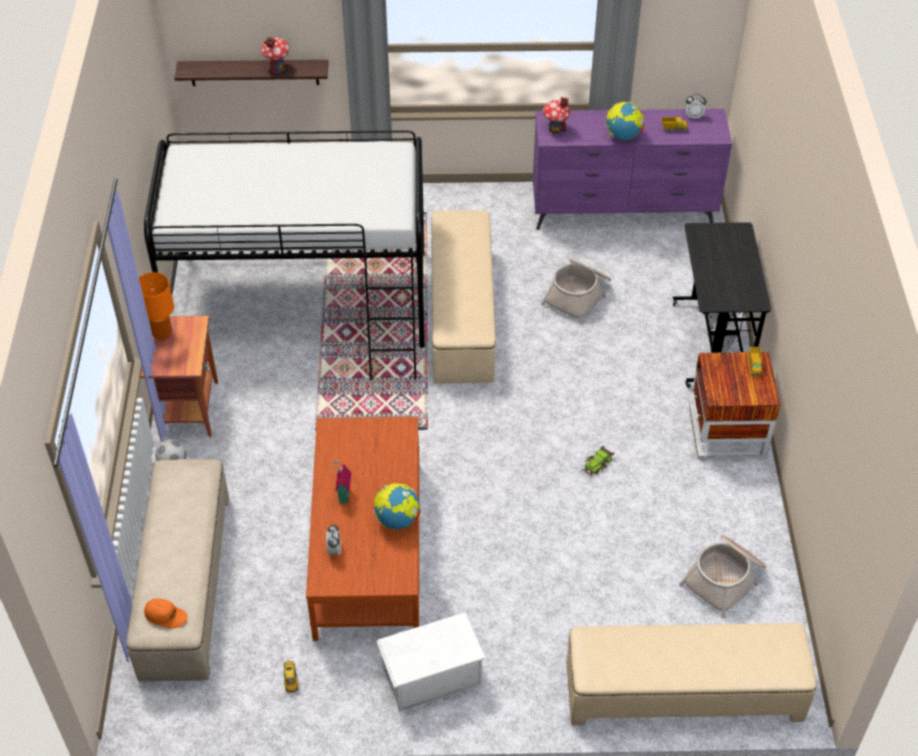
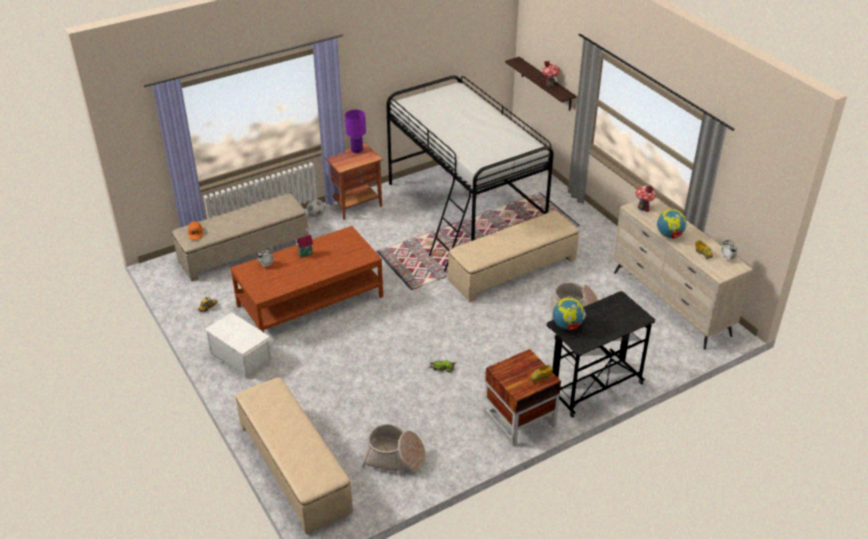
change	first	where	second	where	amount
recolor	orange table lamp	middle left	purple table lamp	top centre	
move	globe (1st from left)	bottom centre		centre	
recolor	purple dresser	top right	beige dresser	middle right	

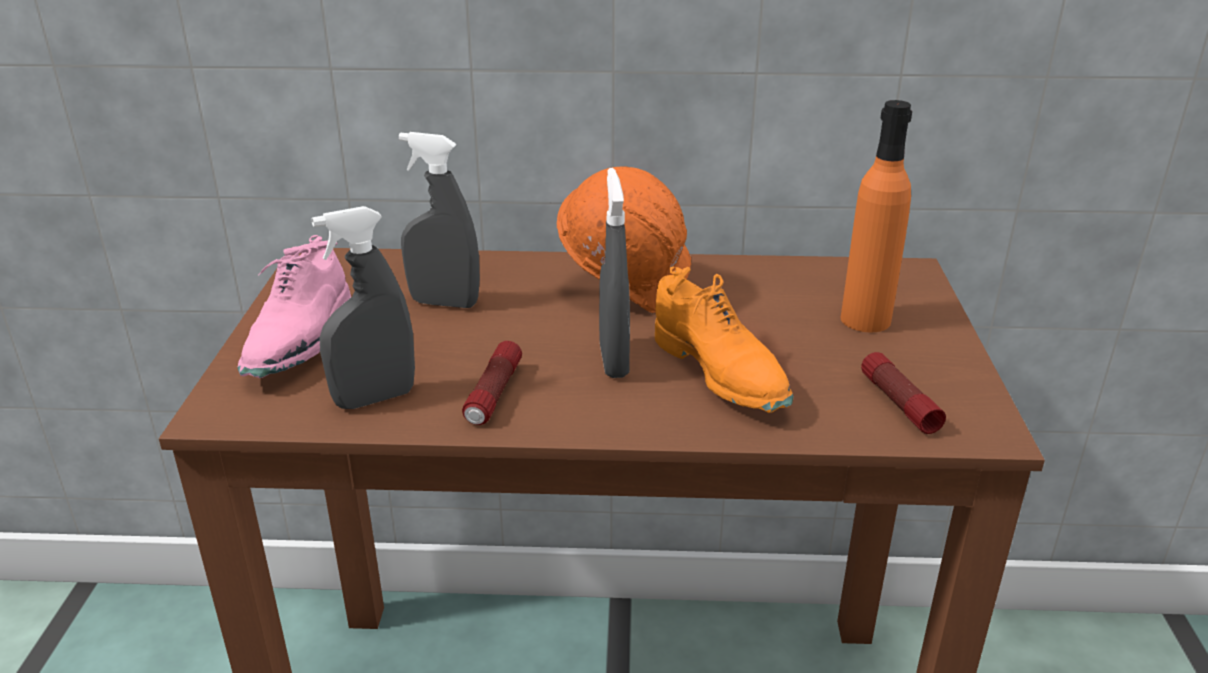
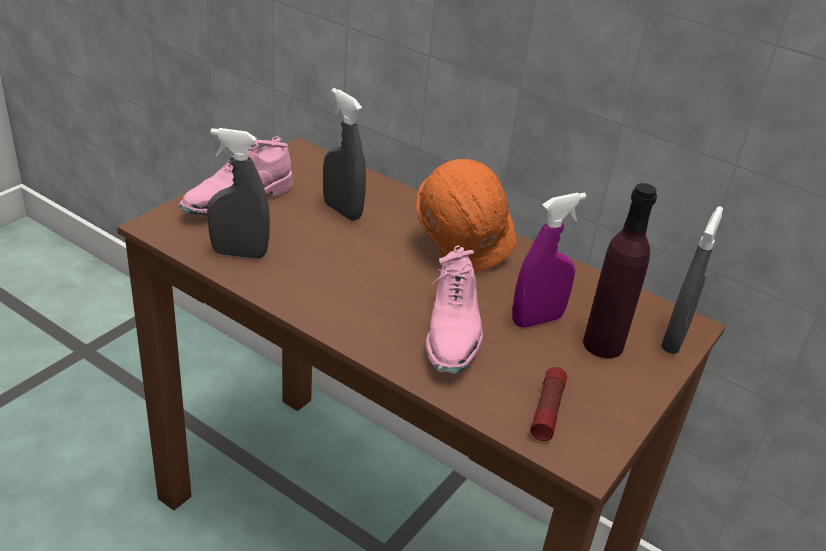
change	first	where	second	where	amount
recolor	orange shoe	centre	pink shoe (2nd from left)	centre	
insert			purple spray bottle	centre	
recolor	orange bottle	top right	purple bottle	middle right	
move	grey spray bottle (3rd from left)	centre		middle right	
delete	flashlight (1st from left)	centre			

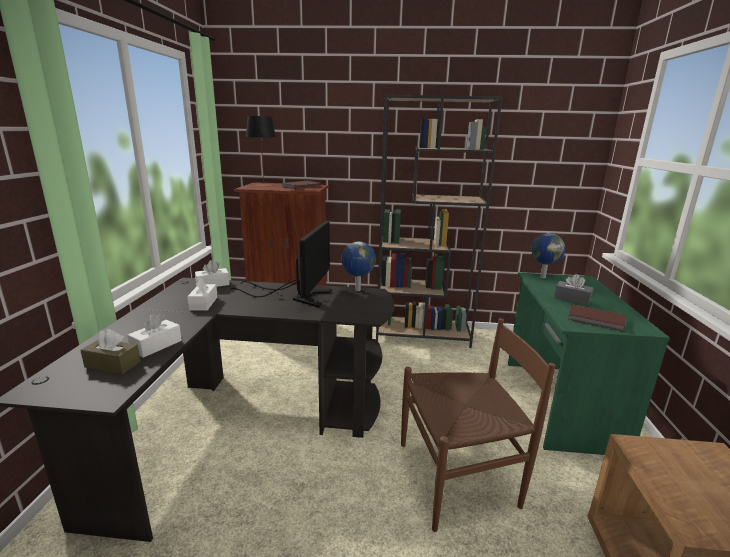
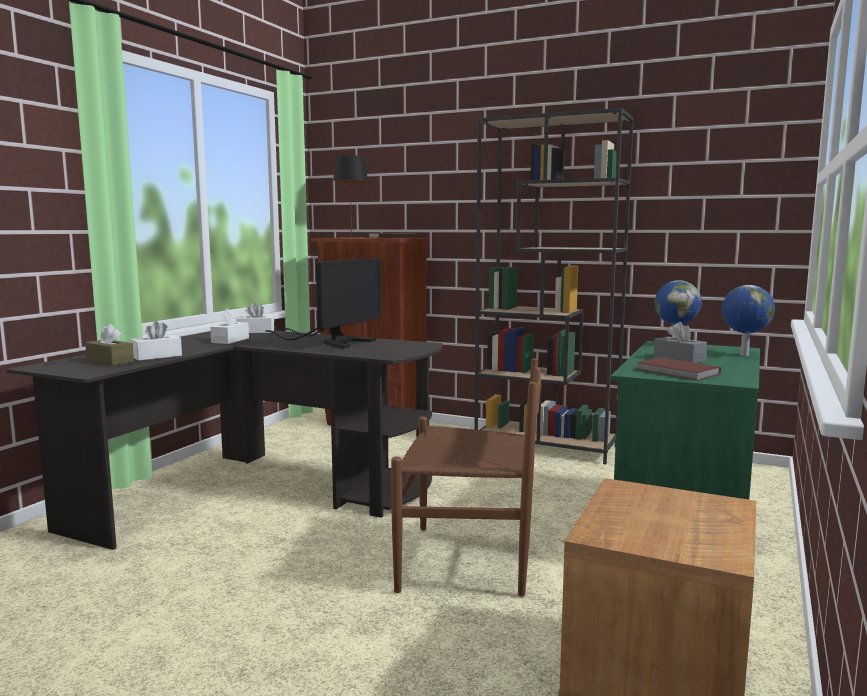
change	first	where	second	where	amount
move	globe (1st from left in the first image)	centre	globe (2nd from left)	middle right	

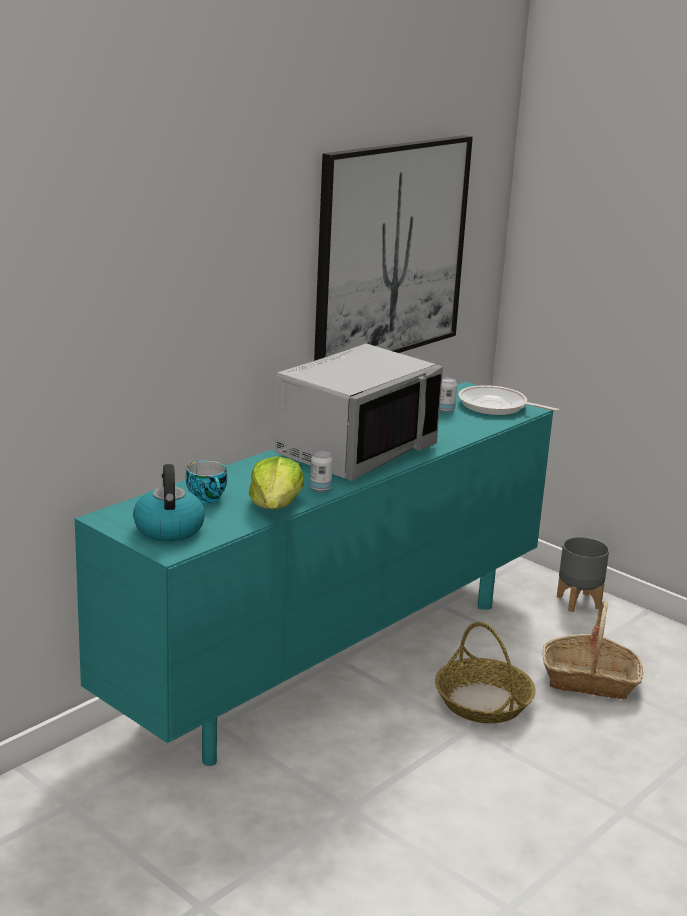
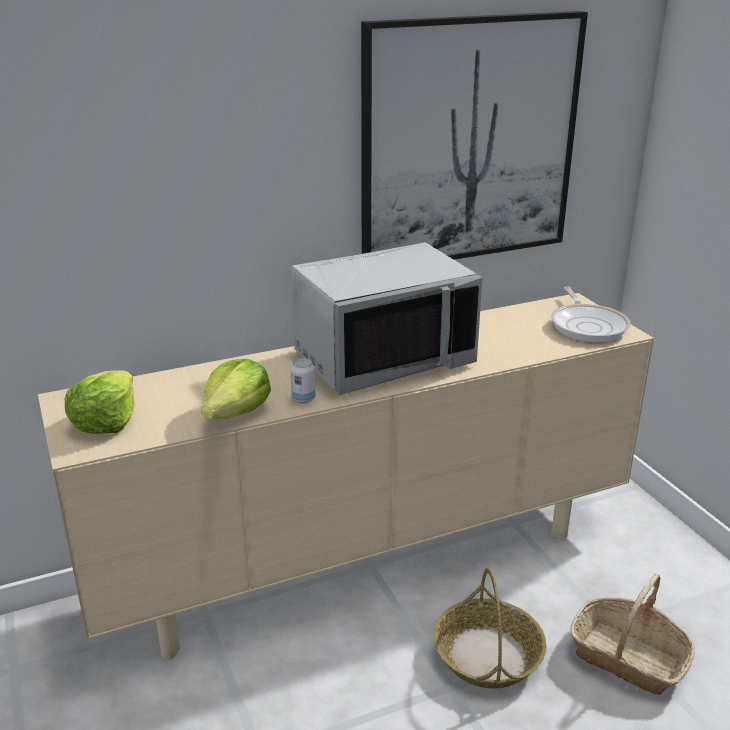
change	first	where	second	where	amount
recolor	turquoise cabinet	centre	beige cabinet	centre	
replace	kettle	middle left	lettuce (1st from left)	middle left	
rotate	frying pan	middle right		middle right	150 degrees counterclockwise
delete	cup	middle left			
delete	can (2nd from left)	centre			
delete	grey planter	middle right			

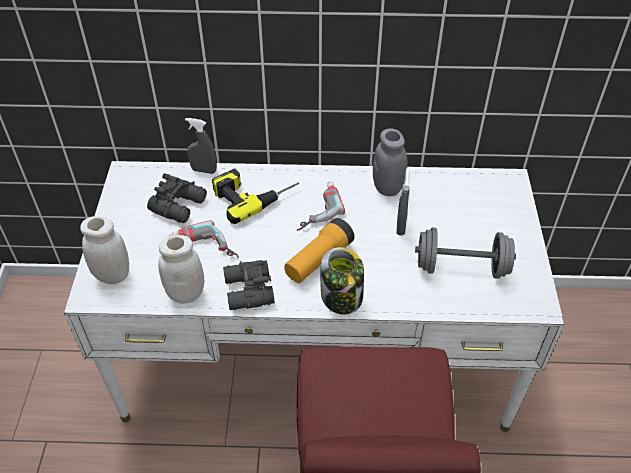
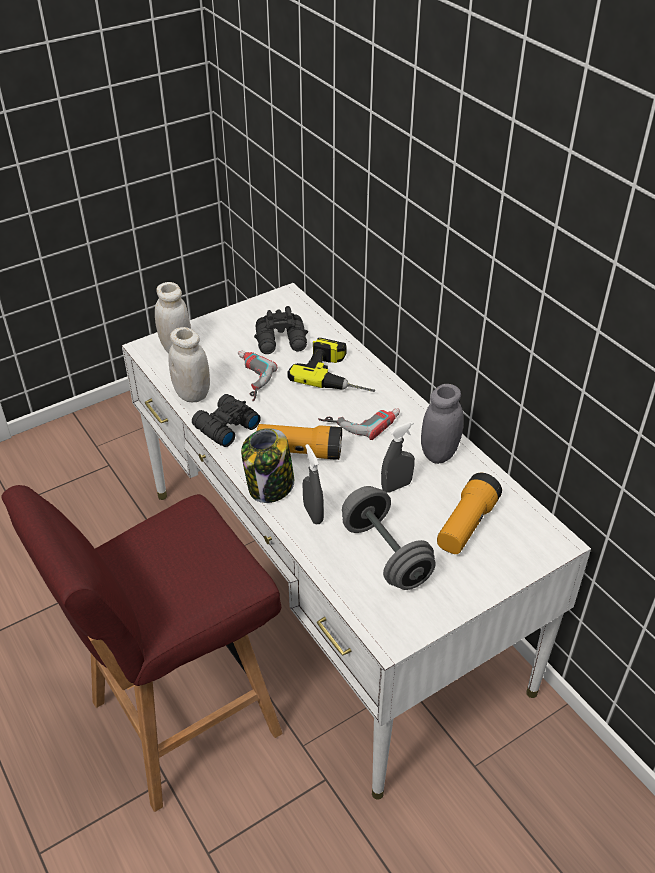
change	first	where	second	where	amount
move	grey spray bottle (1st from left)	top left		centre	
insert			flashlight (2nd from left)	middle right	

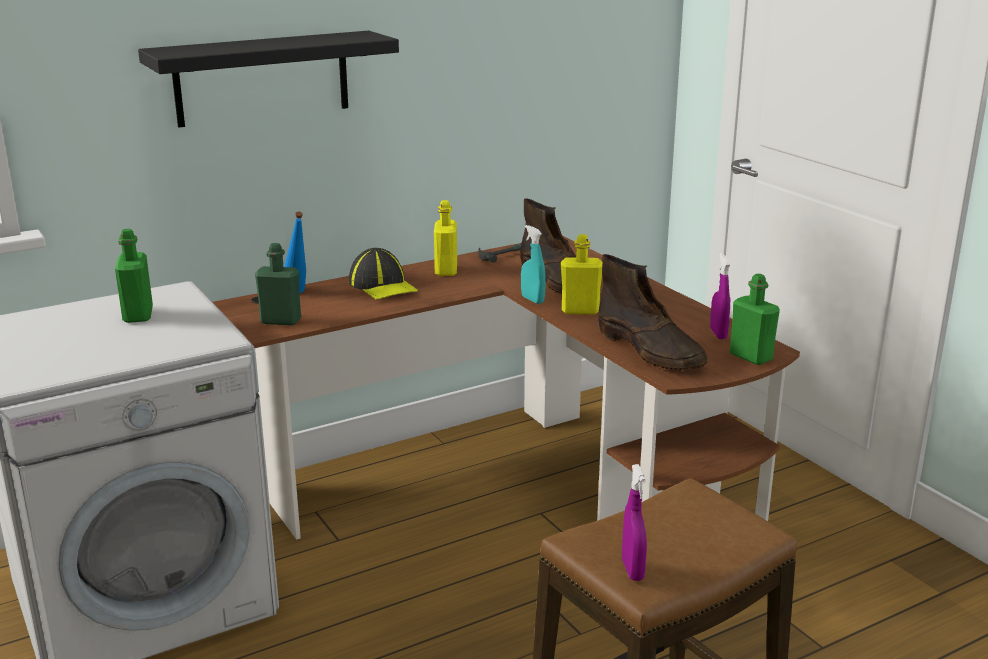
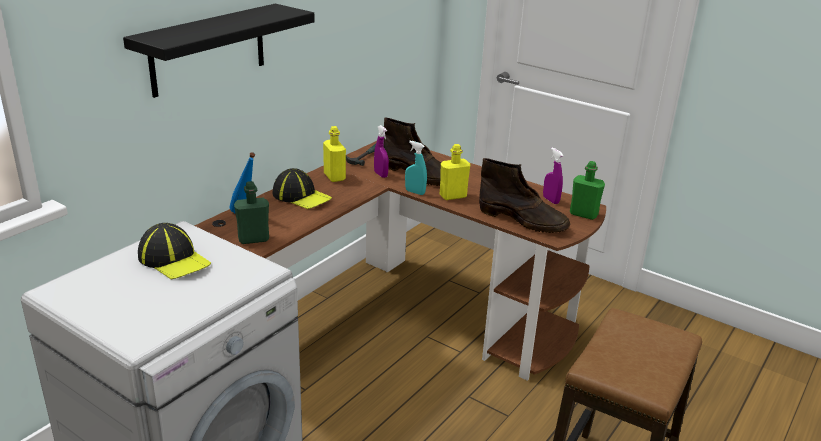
change	first	where	second	where	amount
replace	green bottle (1st from left)	middle left	cap (1st from left)	middle left	
move	purple spray bottle (1st from left)	bottom centre		centre	

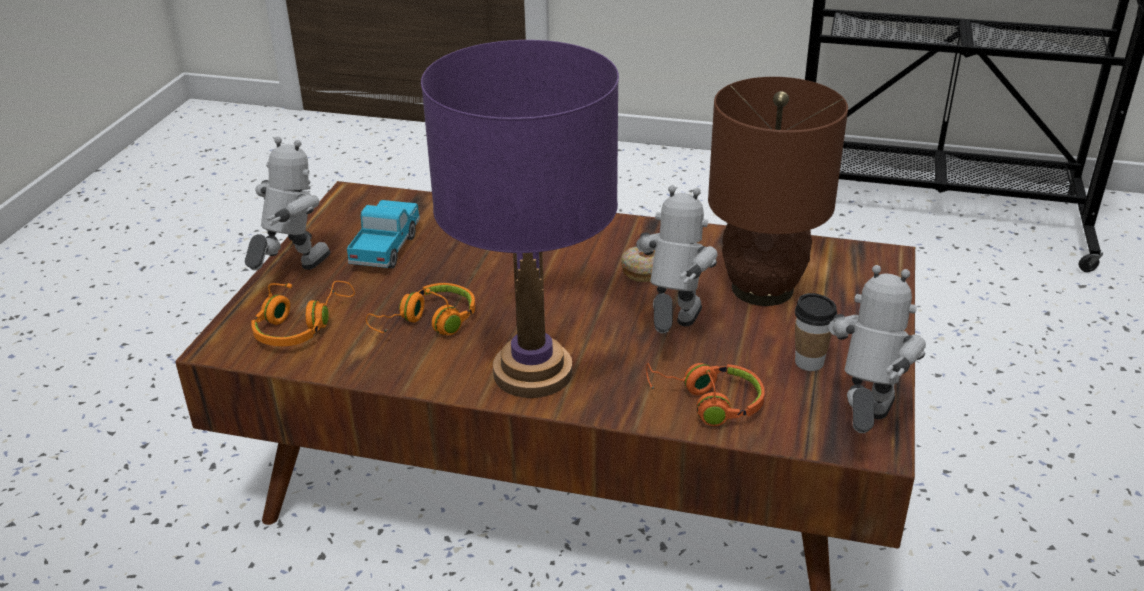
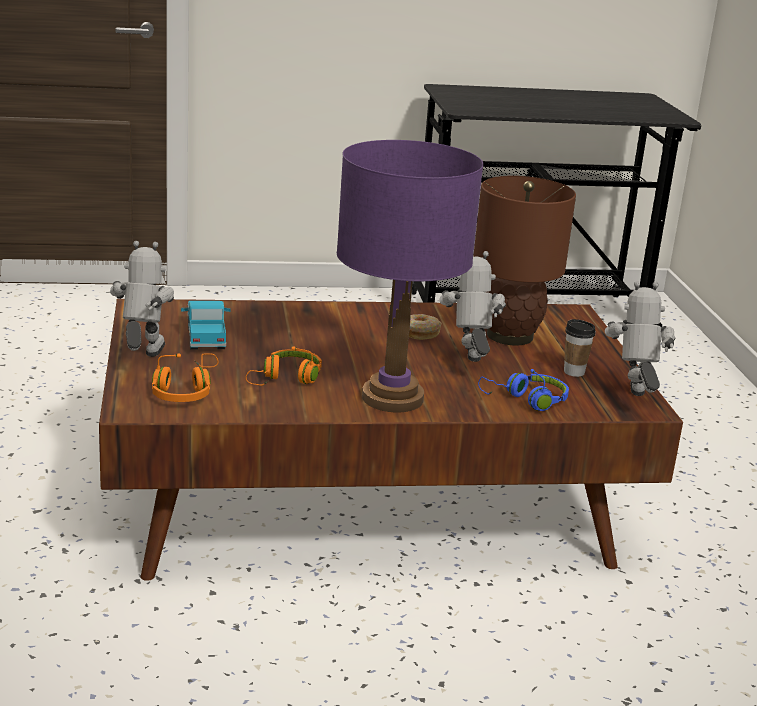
change	first	where	second	where	amount
recolor	orange headphones (3rd from left)	bottom centre	blue headphones	middle right	

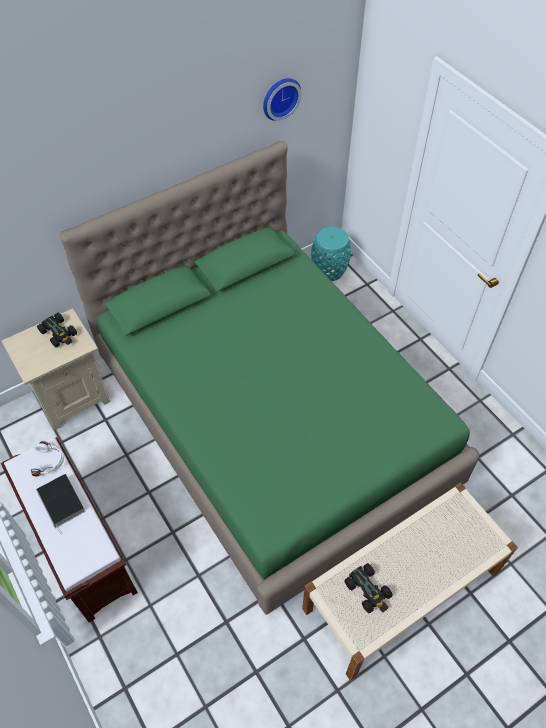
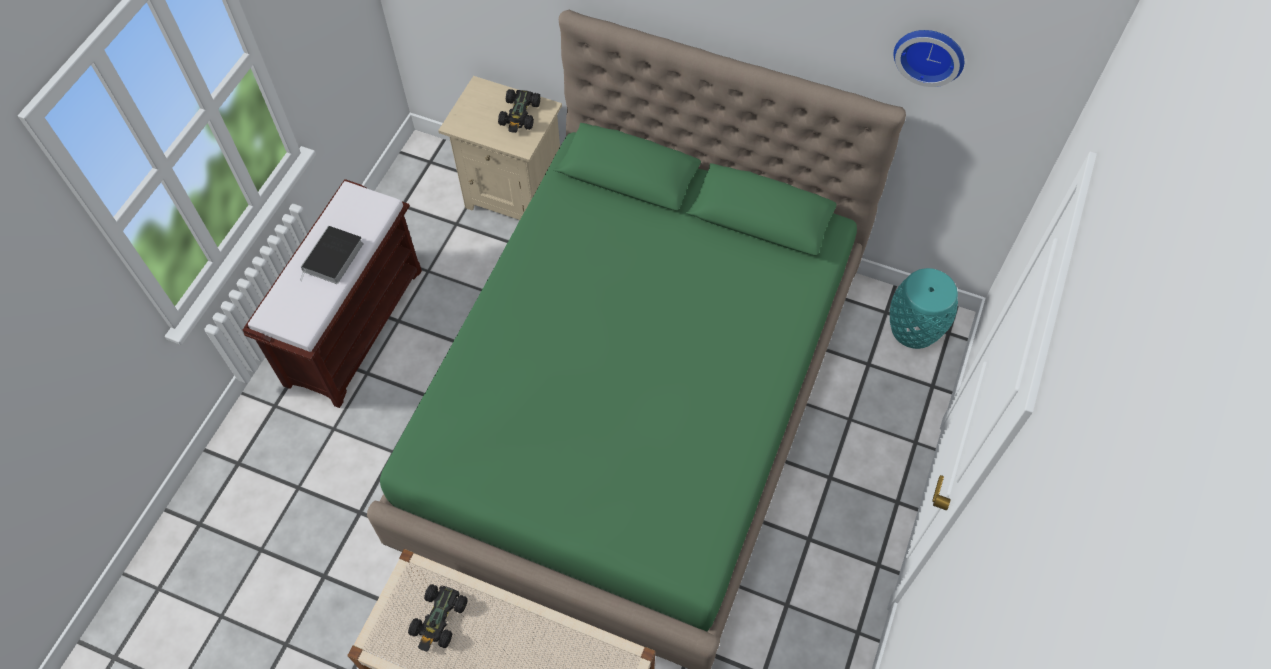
change	first	where	second	where	amount
delete	white headphones	middle left			

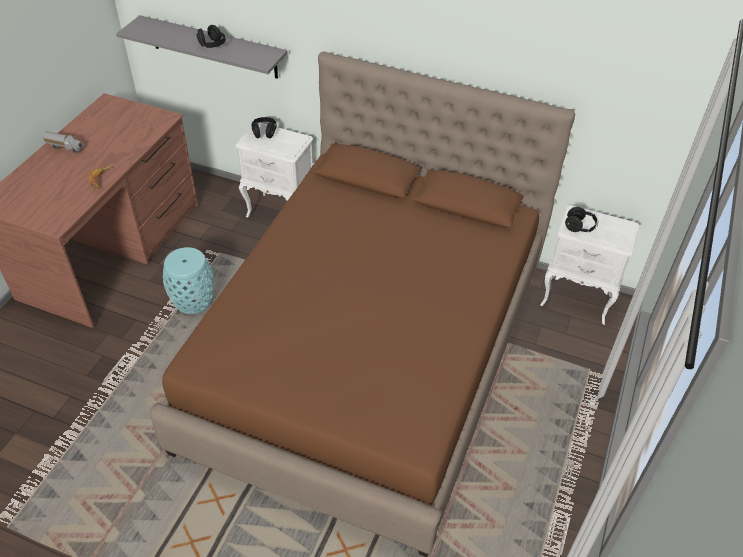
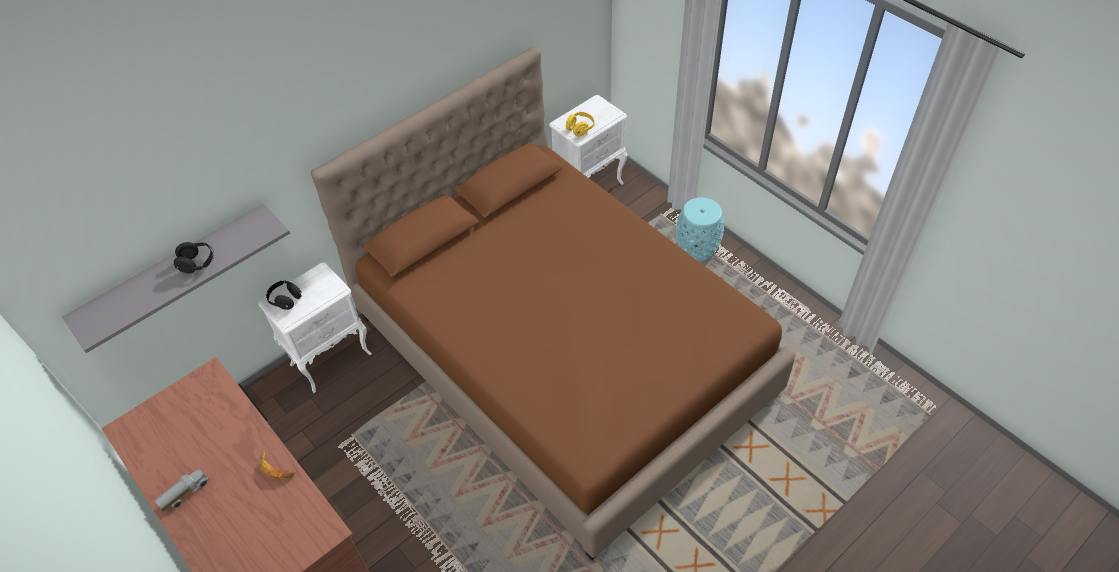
change	first	where	second	where	amount
recolor	black headphones (3rd from left)	middle right	yellow headphones	top centre	
move	turquoise stool	middle left		centre	

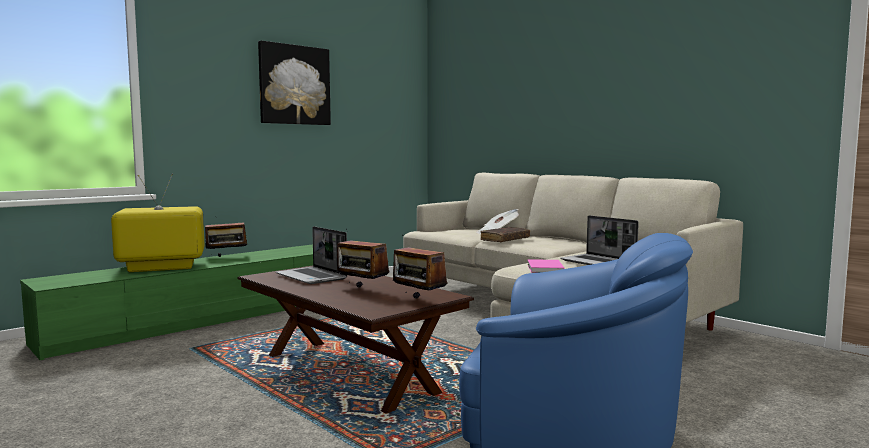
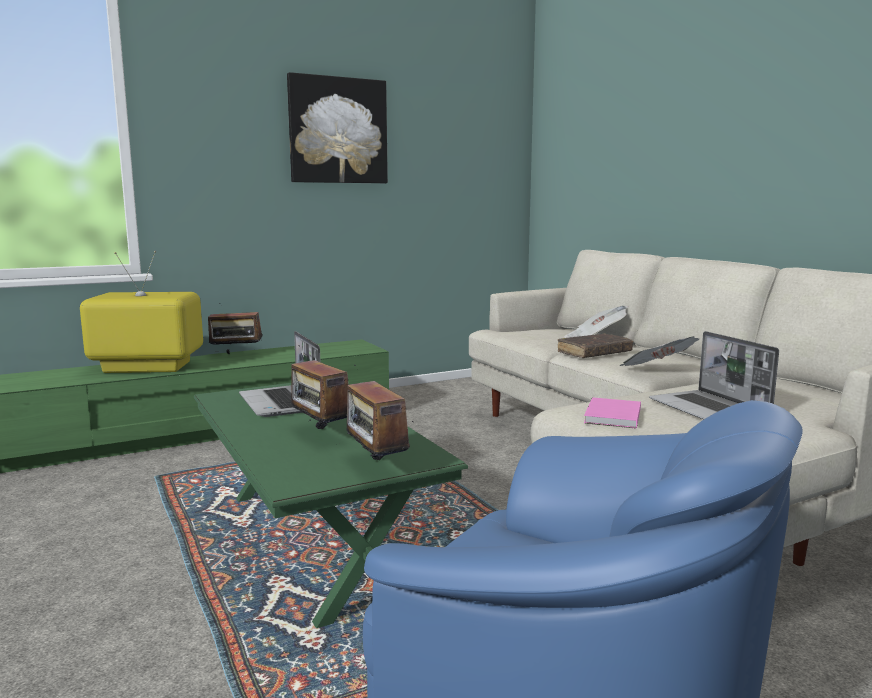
change	first	where	second	where	amount
recolor	brown coffee table	bottom centre	green coffee table	bottom centre	
insert			newspaper (2nd from left)	middle right	

